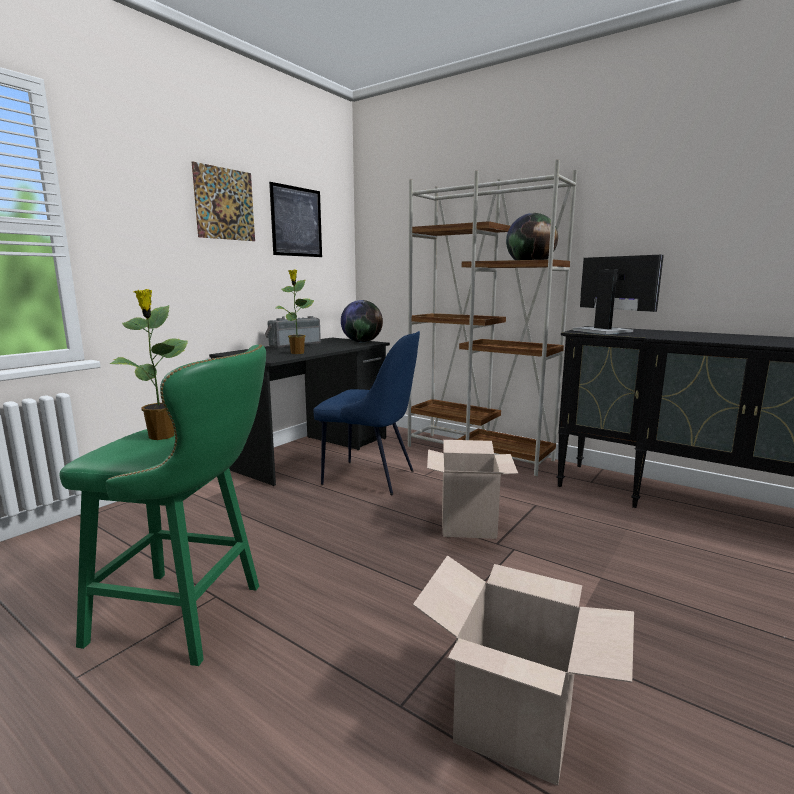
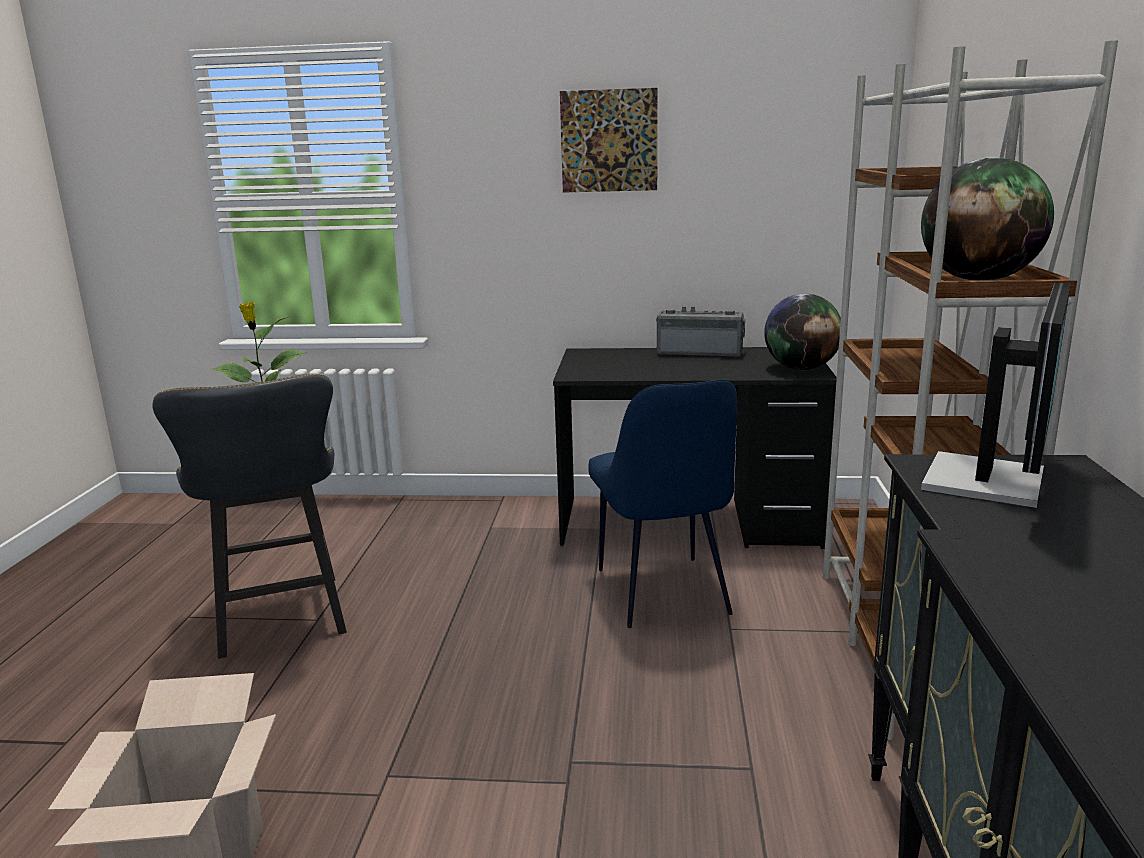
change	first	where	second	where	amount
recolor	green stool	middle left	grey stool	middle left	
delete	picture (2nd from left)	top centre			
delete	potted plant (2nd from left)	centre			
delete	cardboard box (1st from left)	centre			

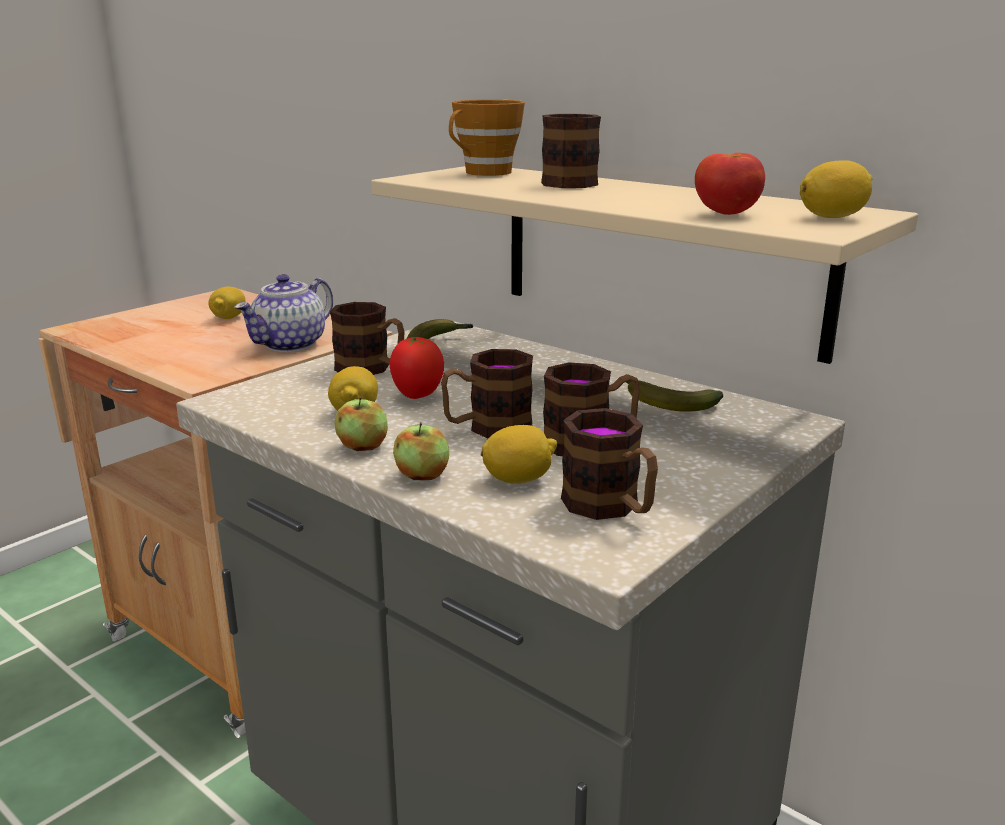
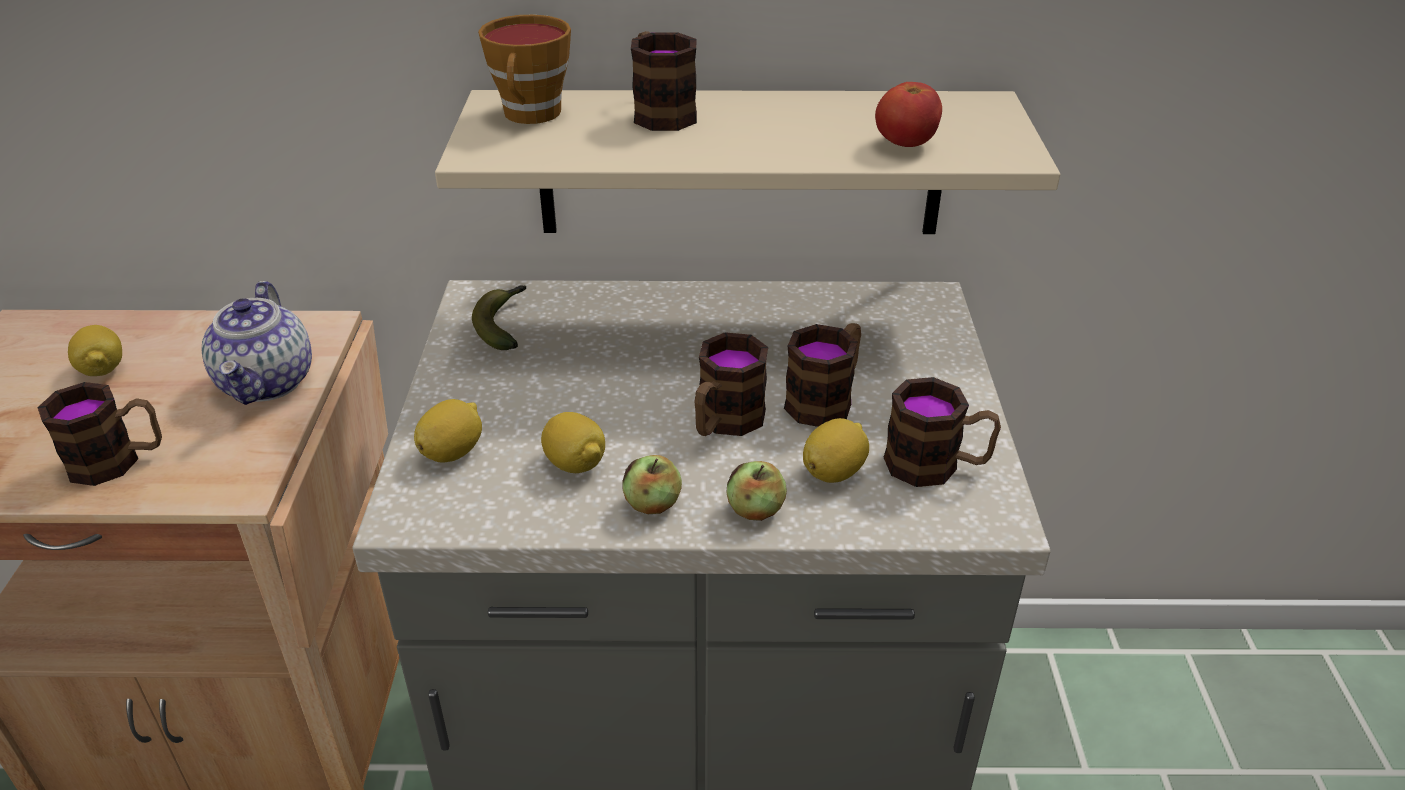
change	first	where	second	where	amount
move	mug (1st from left)	centre		middle left	
move	lemon (4th from left in the first image)	top right	lemon (2nd from left)	middle left	
delete	tomato (1st from left)	centre			
delete	banana (2nd from left)	middle right			

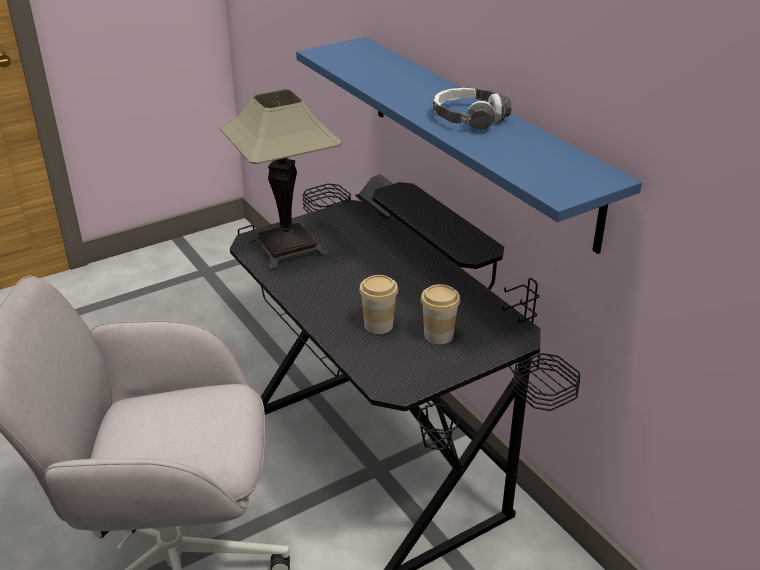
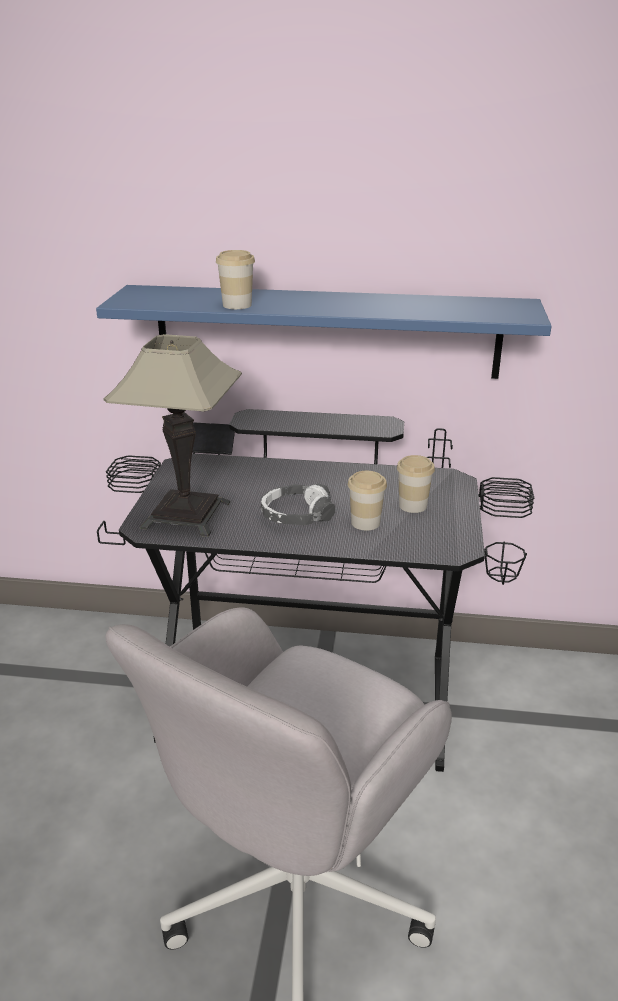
change	first	where	second	where	amount
insert			cup (1st from left)	top centre	
move	headphones	top centre		centre	

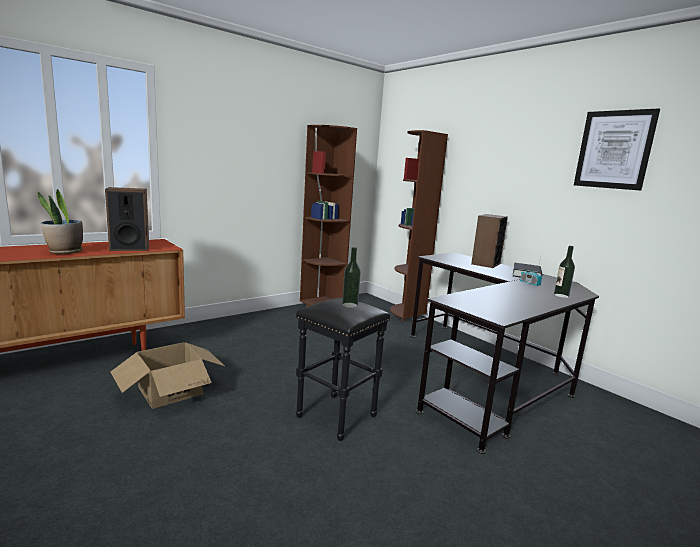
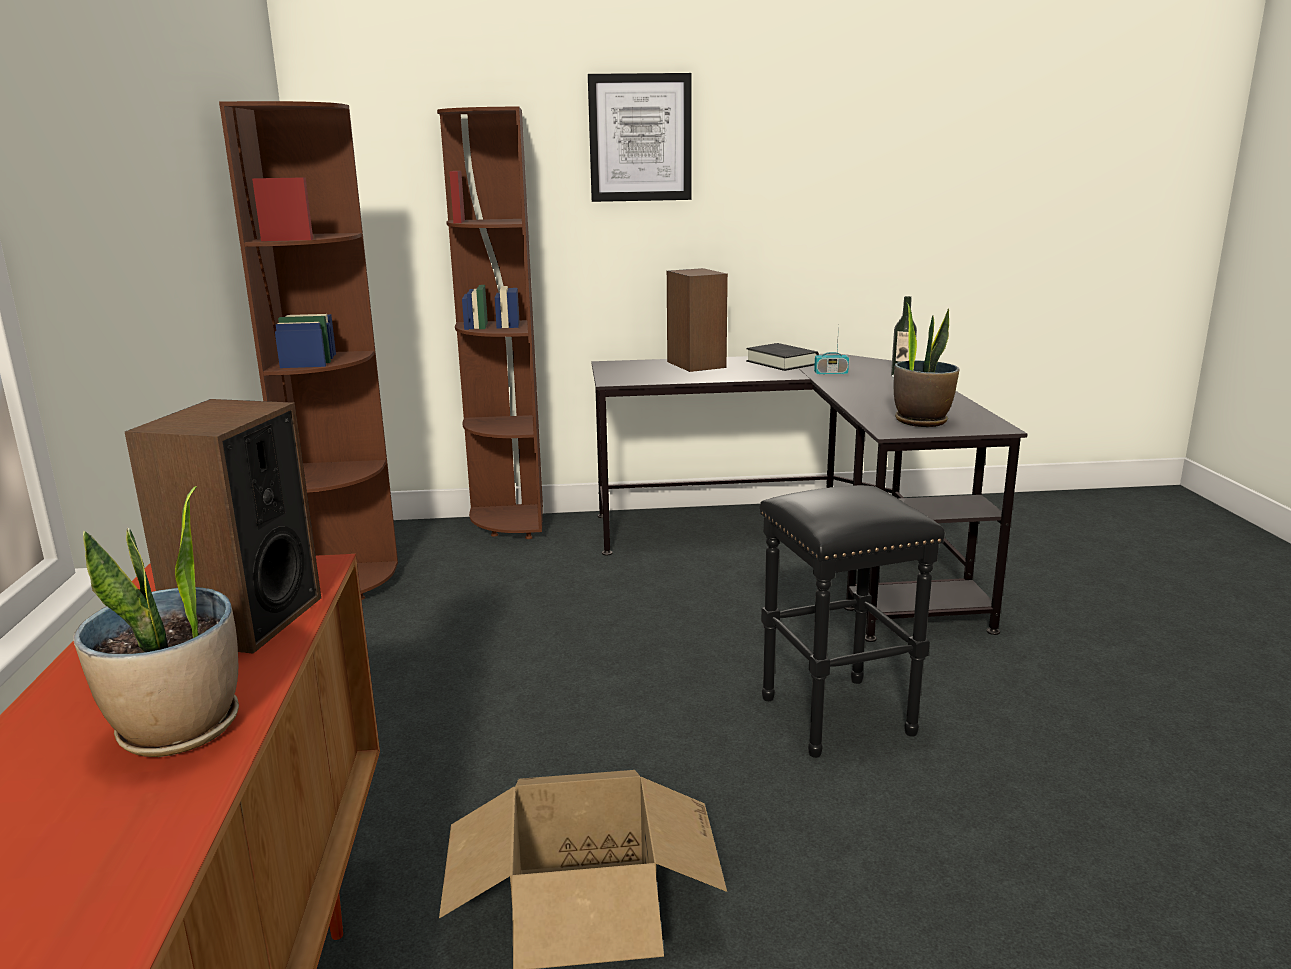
change	first	where	second	where	amount
move	picture	top right		top centre	
insert			potted plant (2nd from left)	middle right	
delete	bottle (1st from left)	centre			

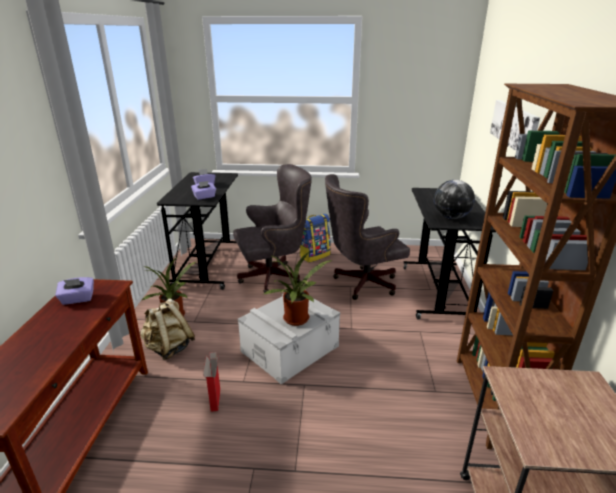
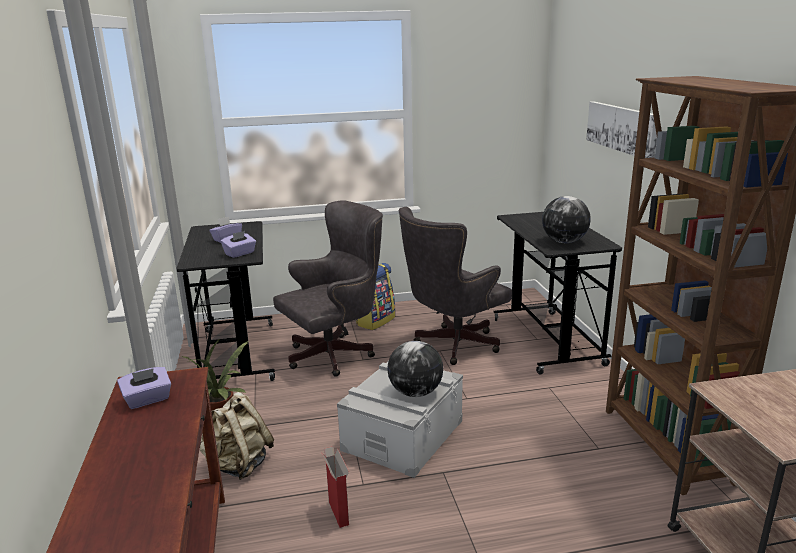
change	first	where	second	where	amount
replace	potted plant (2nd from left)	centre	globe (1st from left)	bottom centre	

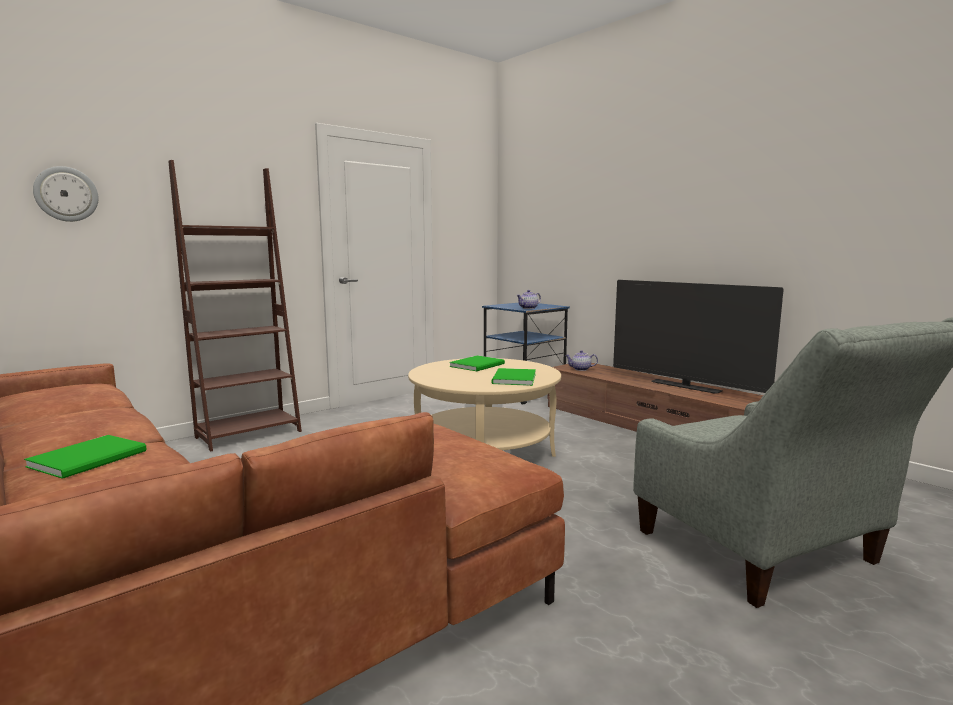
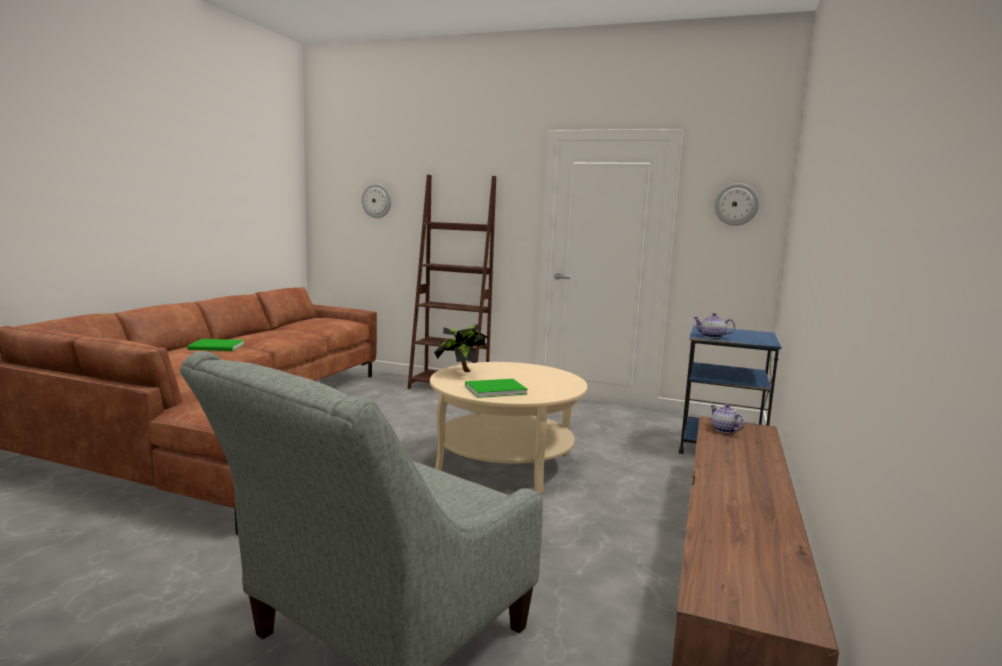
change	first	where	second	where	amount
insert			potted plant	centre	
insert			wall clock (2nd from left)	top right	
delete	green book (2nd from left)	centre			
delete	television	middle right			

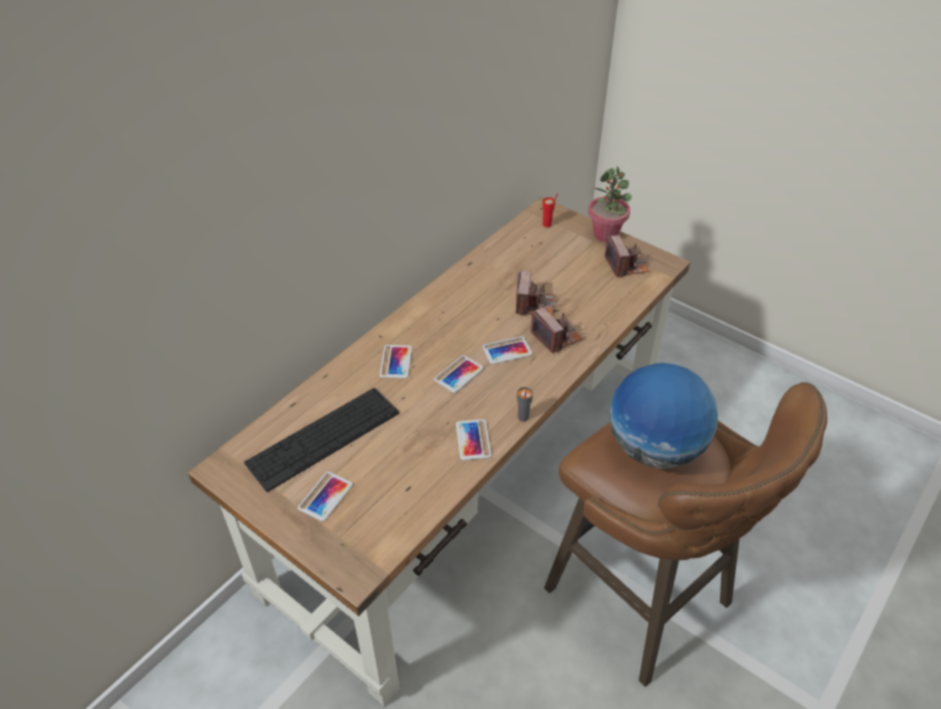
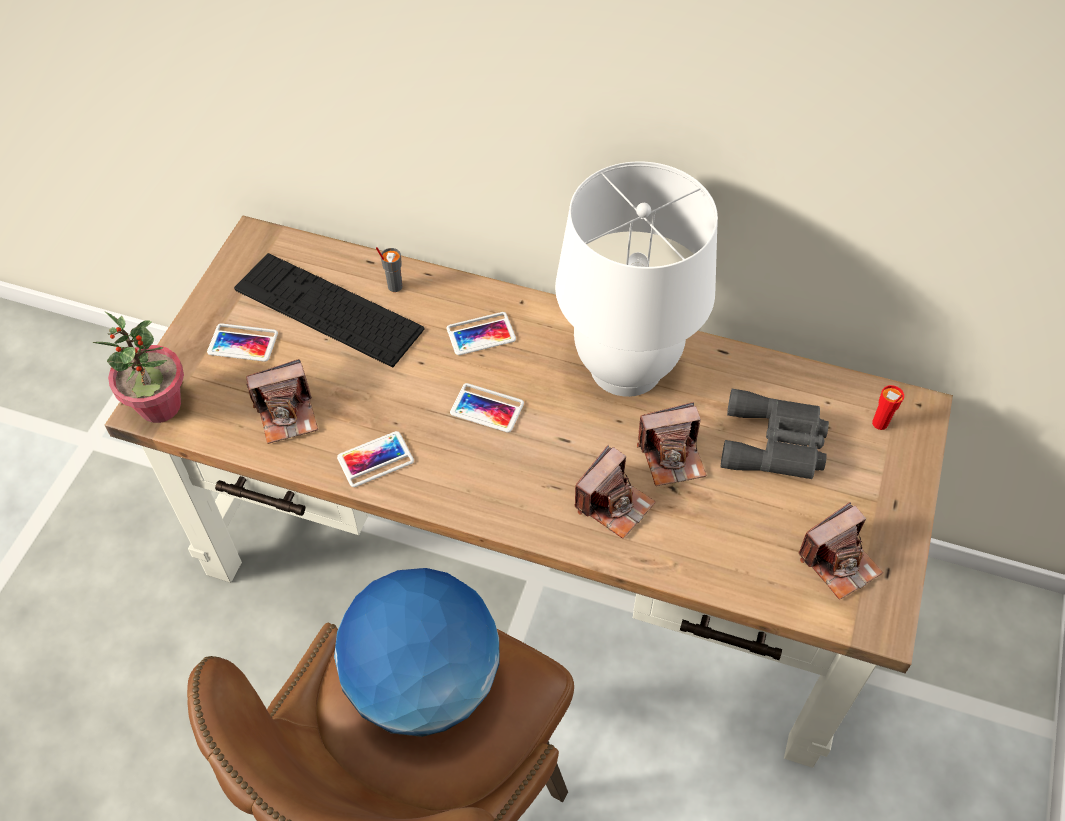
change	first	where	second	where	amount
move	potted plant	top centre		middle left	
insert			photo camera (1st from left)	middle left	
move	grey cup	centre		top centre	
insert			white table lamp	centre	
insert			grey binoculars	middle right	
delete	phone (5th from left)	centre			

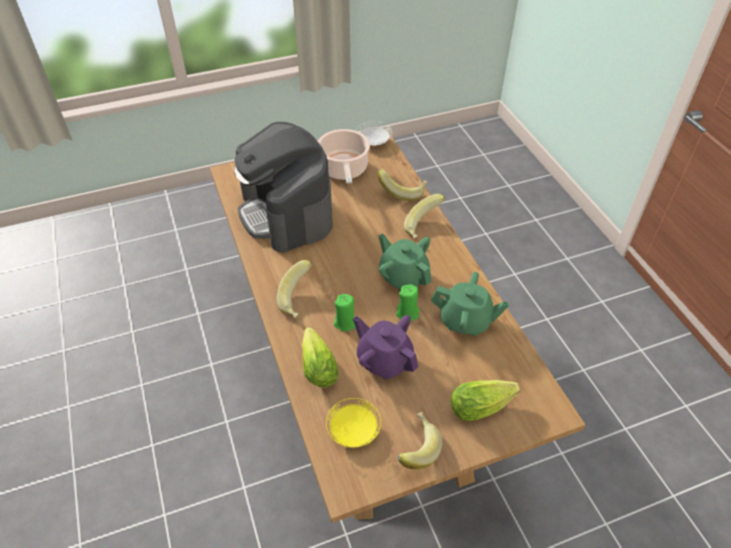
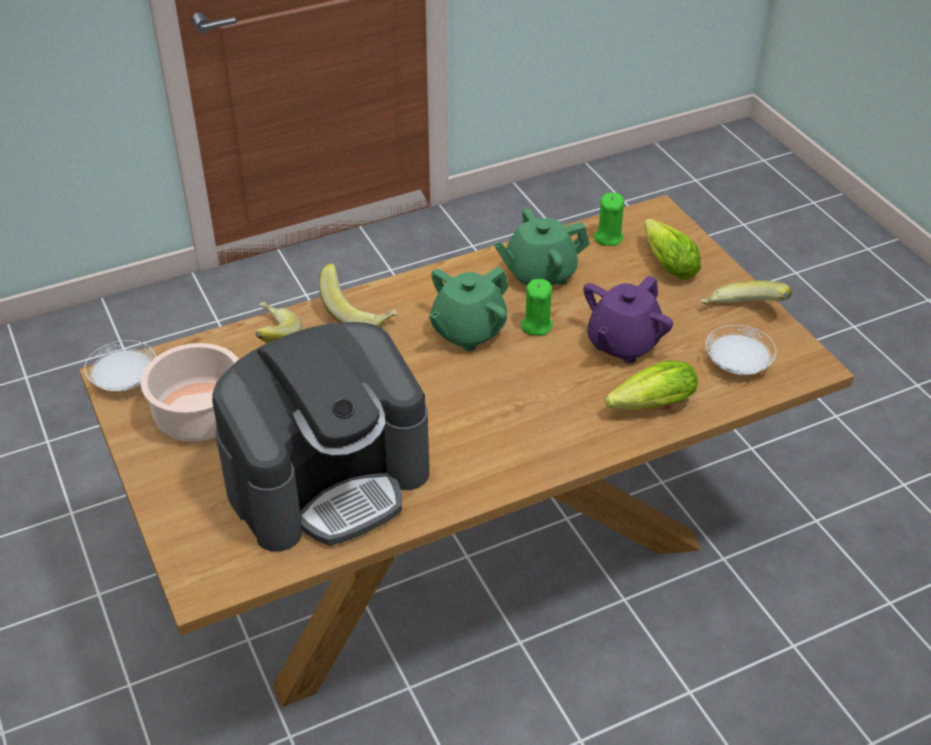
change	first	where	second	where	amount
rotate	green teapot (2nd from left)	centre		top centre	120 degrees counterclockwise
move	green candle (1st from left in the first image)	centre	green candle (2nd from left)	top centre	
recolor	yellow plate	bottom centre	white plate (2nd from left)	middle right	
delete	banana (1st from left)	centre			

